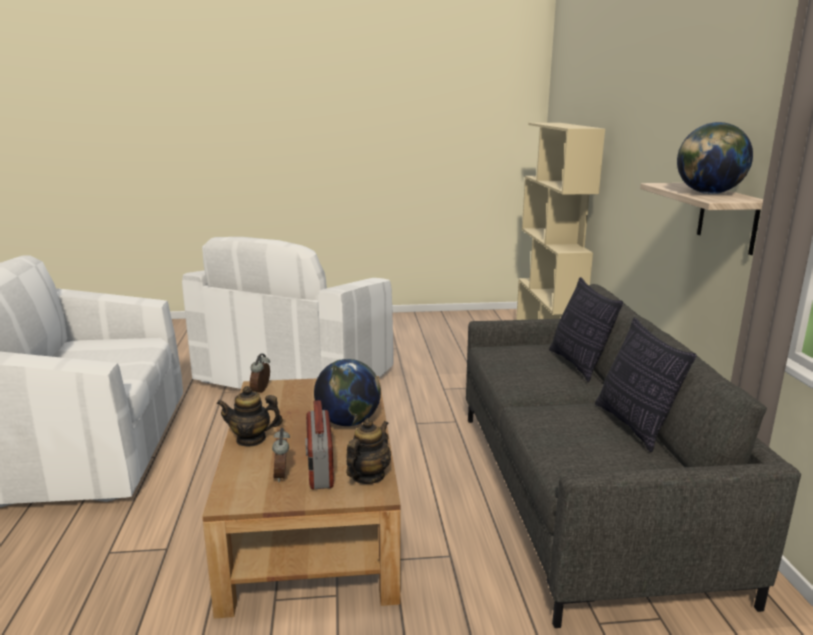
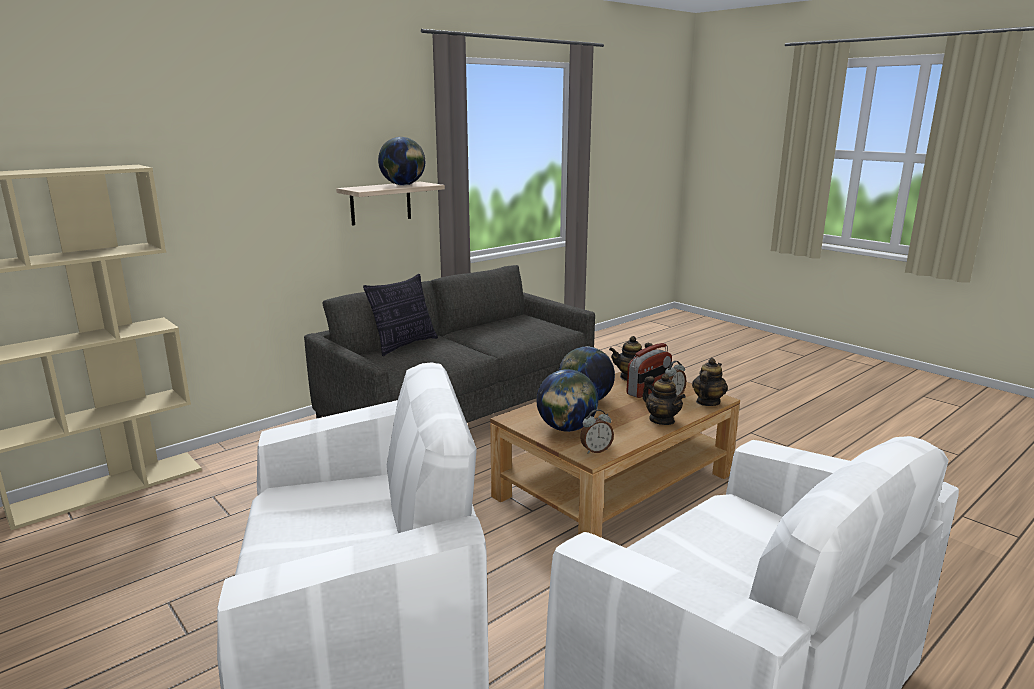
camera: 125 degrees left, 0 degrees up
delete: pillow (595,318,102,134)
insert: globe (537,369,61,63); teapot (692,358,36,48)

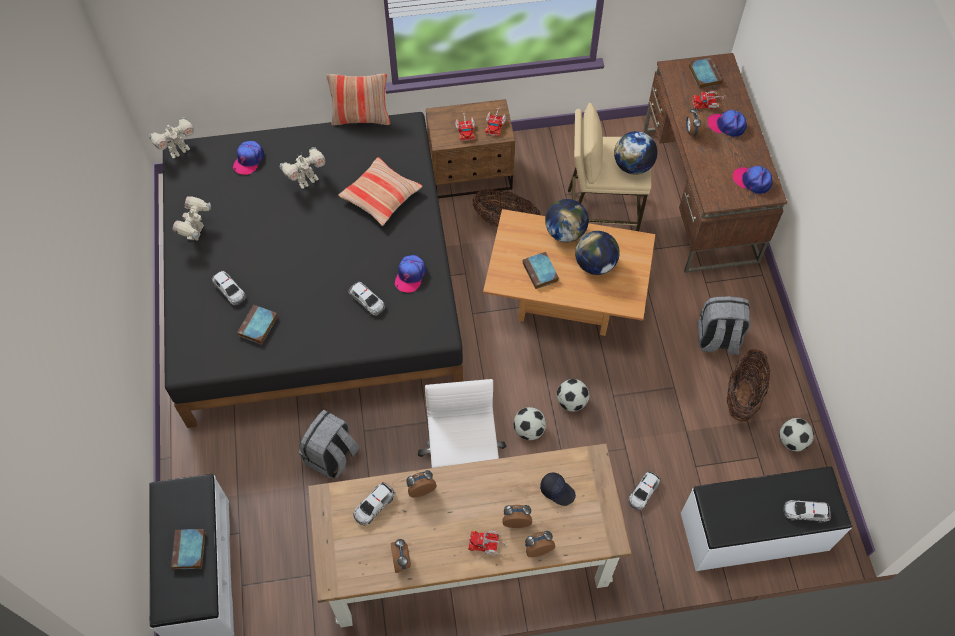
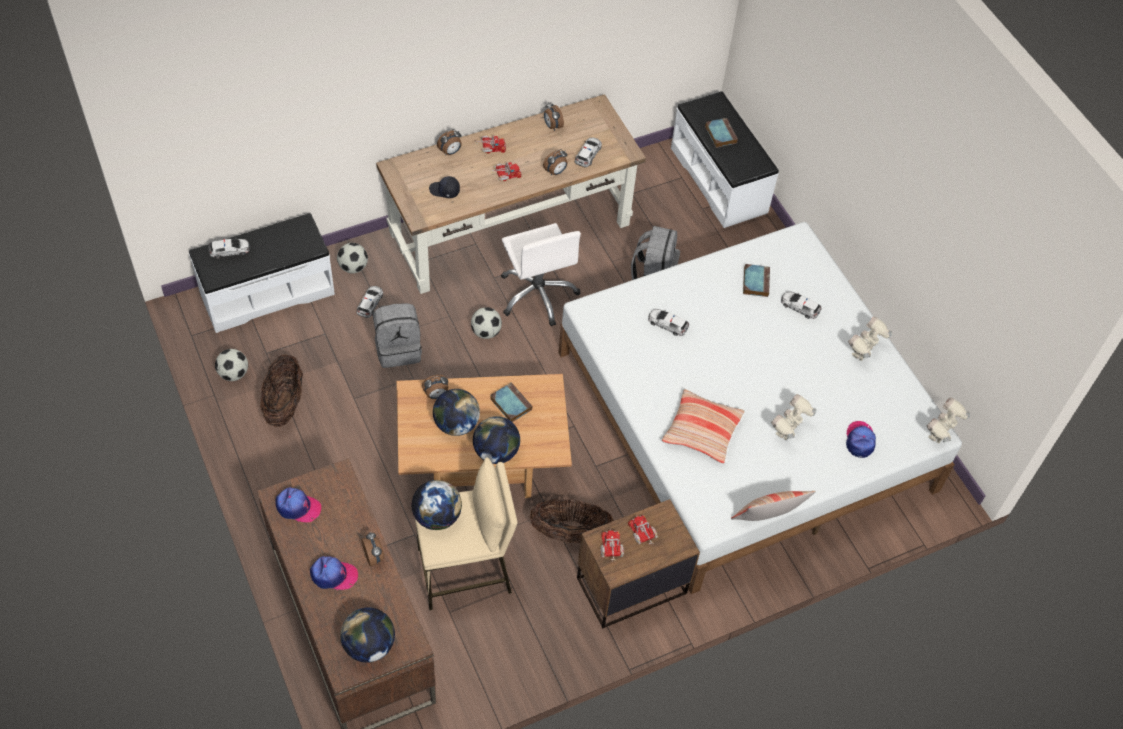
camera: 160 degrees right, 5 degrees down
delete: cap (395,255,31,38)
move: alarm clock (502,505,30,23) to (422,375,26,24); football (557,379,32,33) to (337,243,31,30); toy truck (692,91,33,19) to (489,162,33,19); backpack in grey (698,296,53,59) to (373,303,49,65)
replace: book (688,58,35,31) to globe (340,607,55,56)
recolor: bed in black (163,112,300,316) to bed in white (558,222,404,372)
rotate: toy robot (172,196,39,45) = (848,316,44,45) 135 degrees counterclockwise

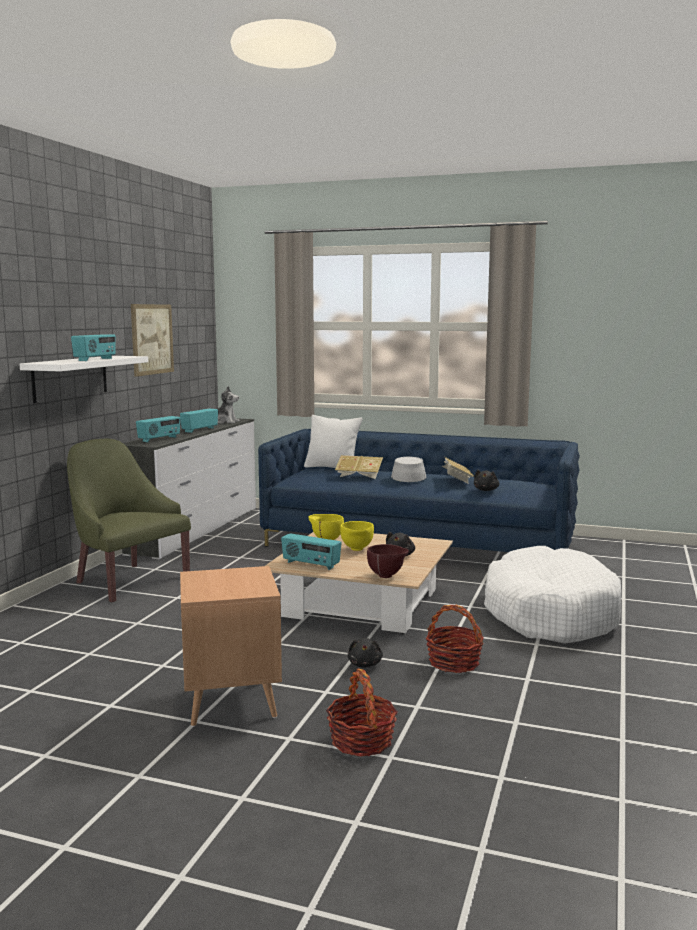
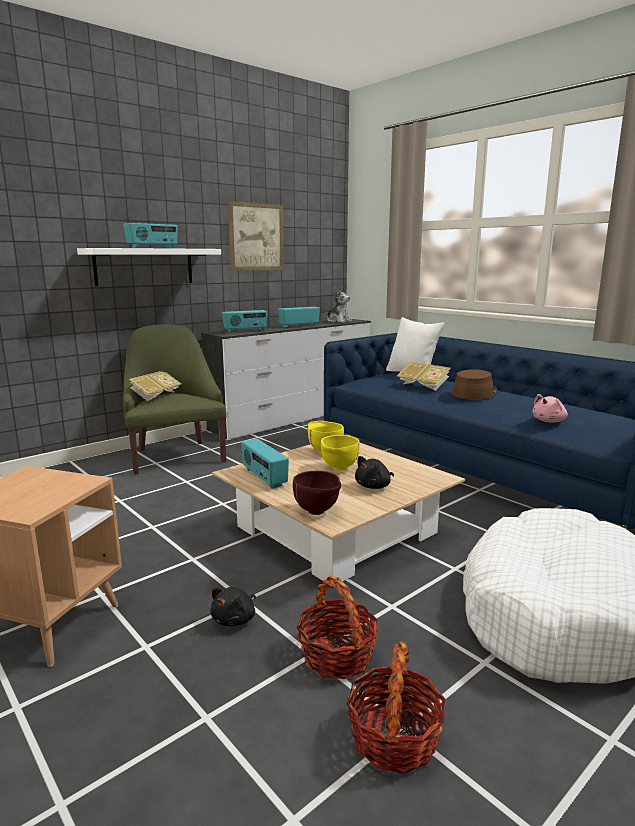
camera: 30 degrees right, 5 degrees up
move: basket (326,669,72,88) to (346,642,100,132); book (442,457,32,27) to (129,371,52,30)
recolor: hat in grey (391,457,35,25) to hat in brown (452,369,45,31); plush toy in black (474,470,25,21) to plush toy in pink (532,394,36,29)

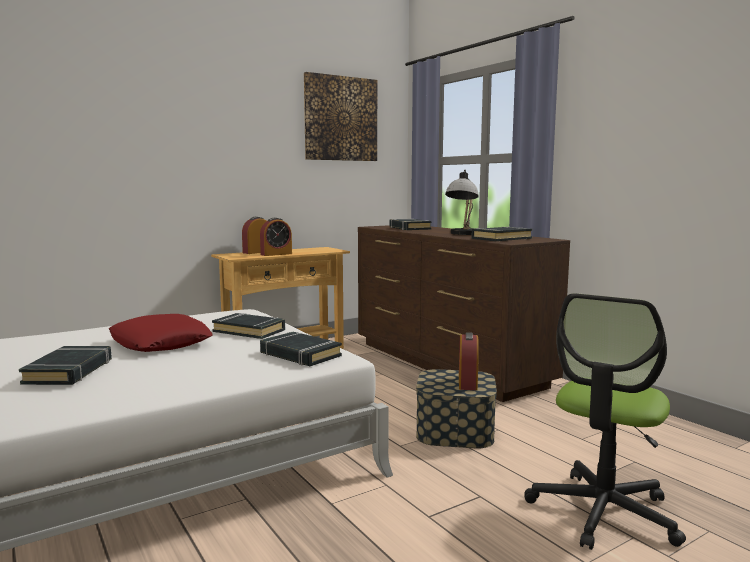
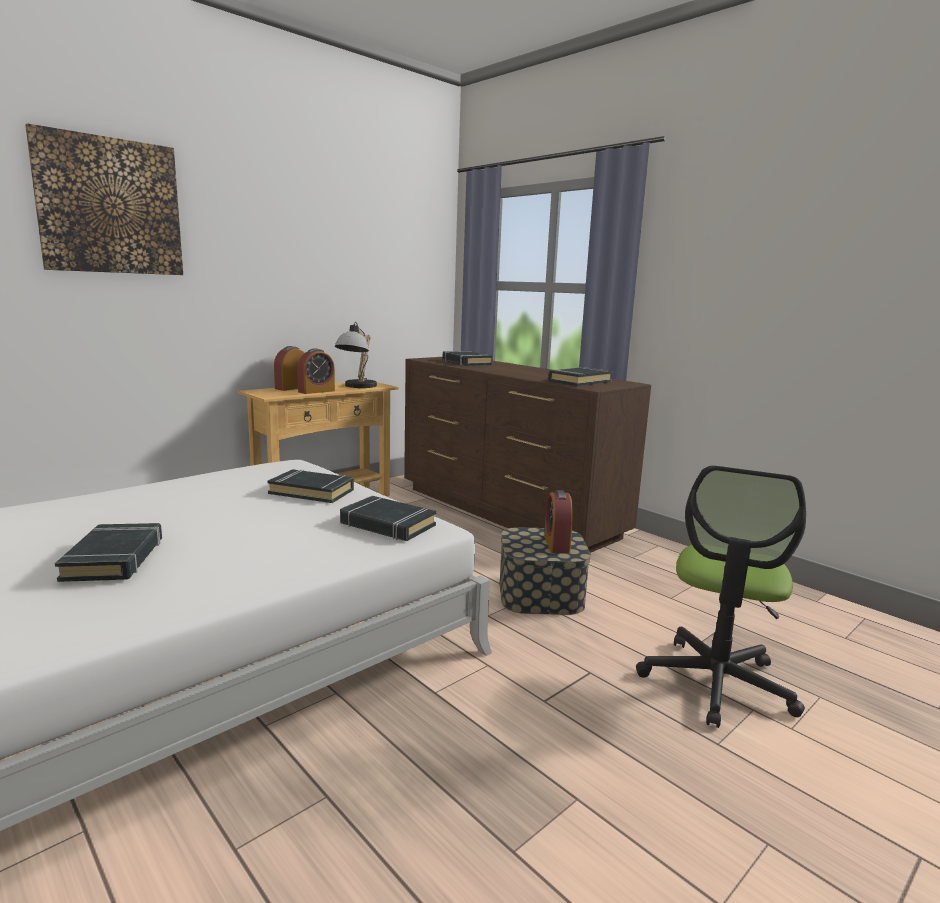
camera: 10 degrees left, 5 degrees up
delete: pillow in red (109,314,104,38)
move: picture (304,72,73,89) to (25,123,158,152); table lamp (445,170,34,65) to (335,322,42,66)

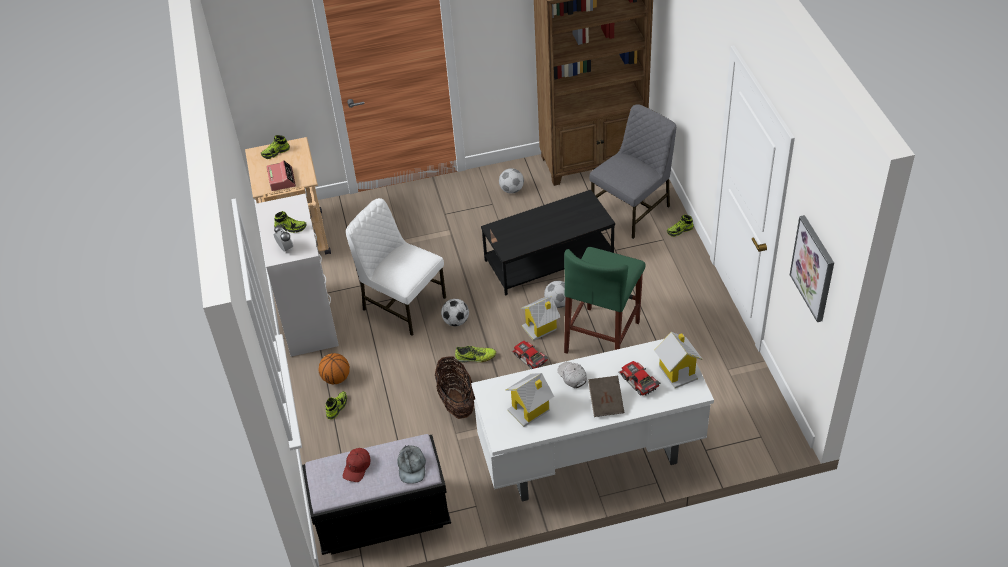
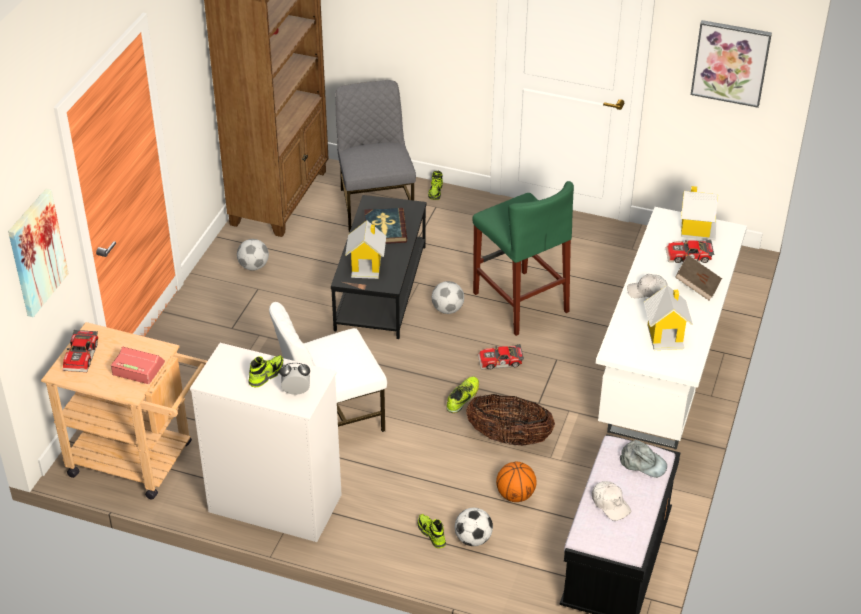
camera: 60 degrees left, 5 degrees down
insert: picture (8,189,61,128); book (364,208,43,36)
move: basketball (319,353,31,31) to (496,462,41,40); football (441,299,28,27) to (455,508,38,38); toy house (521,296,39,45) to (345,220,41,59)
replace: shoe (261,135,29,24) to toy car (63,330,35,42)
recolor: cap in red (343,448,28,34) to cap in white (592,481,39,40)

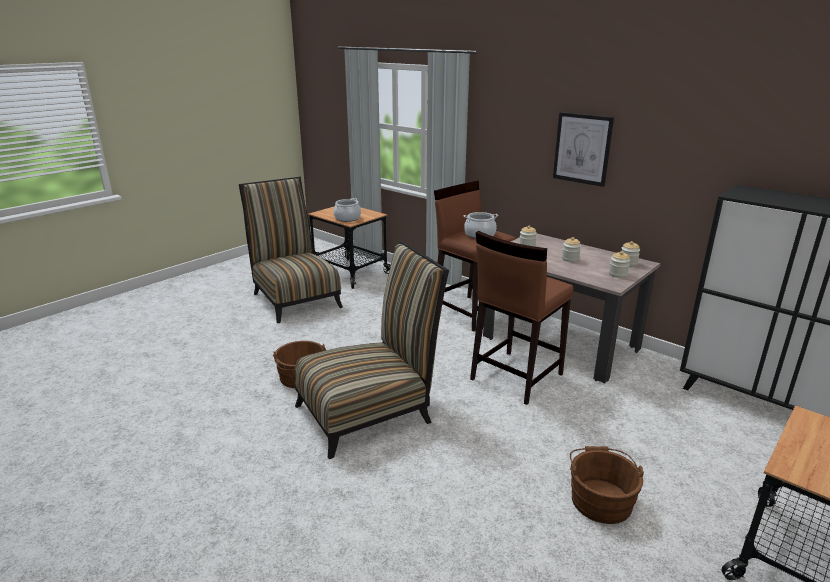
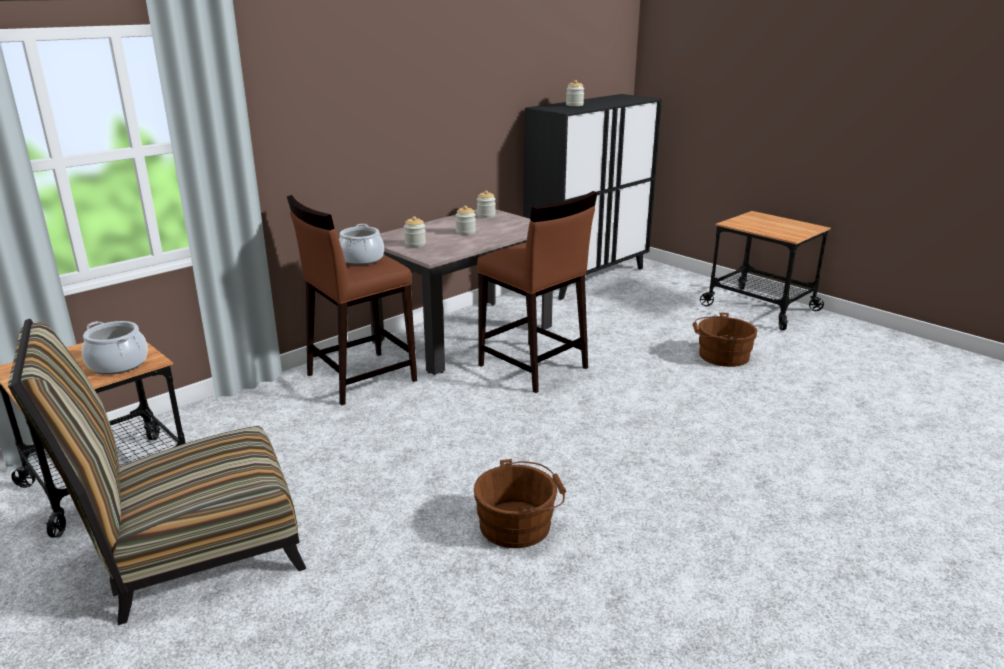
camera: 85 degrees left, 0 degrees up
delete: chair (295,241,154,218); picture (553,112,61,75)
move: jar (609,251,21,27) to (566,80,18,26)

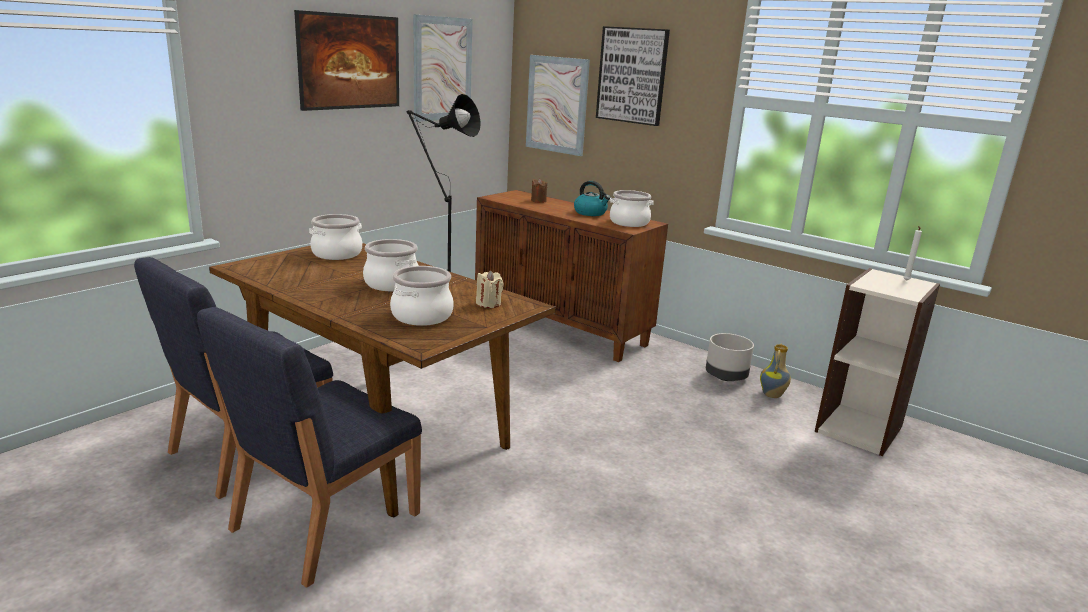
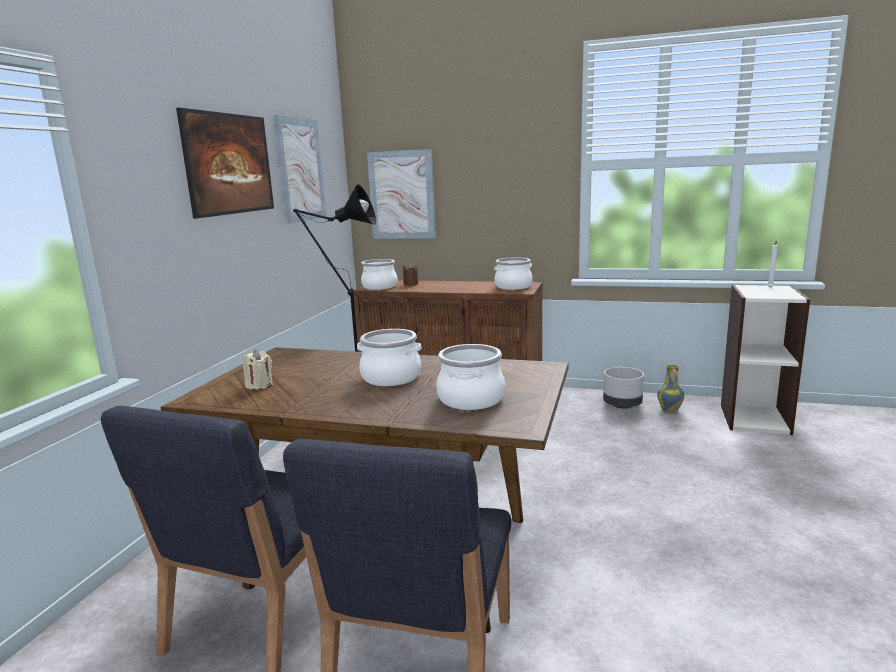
camera: 20 degrees left, 5 degrees down
delete: kettle (574,181,37,35); picture (596,26,74,100)
move: cooking pot (309,214,53,46) to (361,259,37,31); candle in beige (476,270,28,38) to (242,350,31,40)

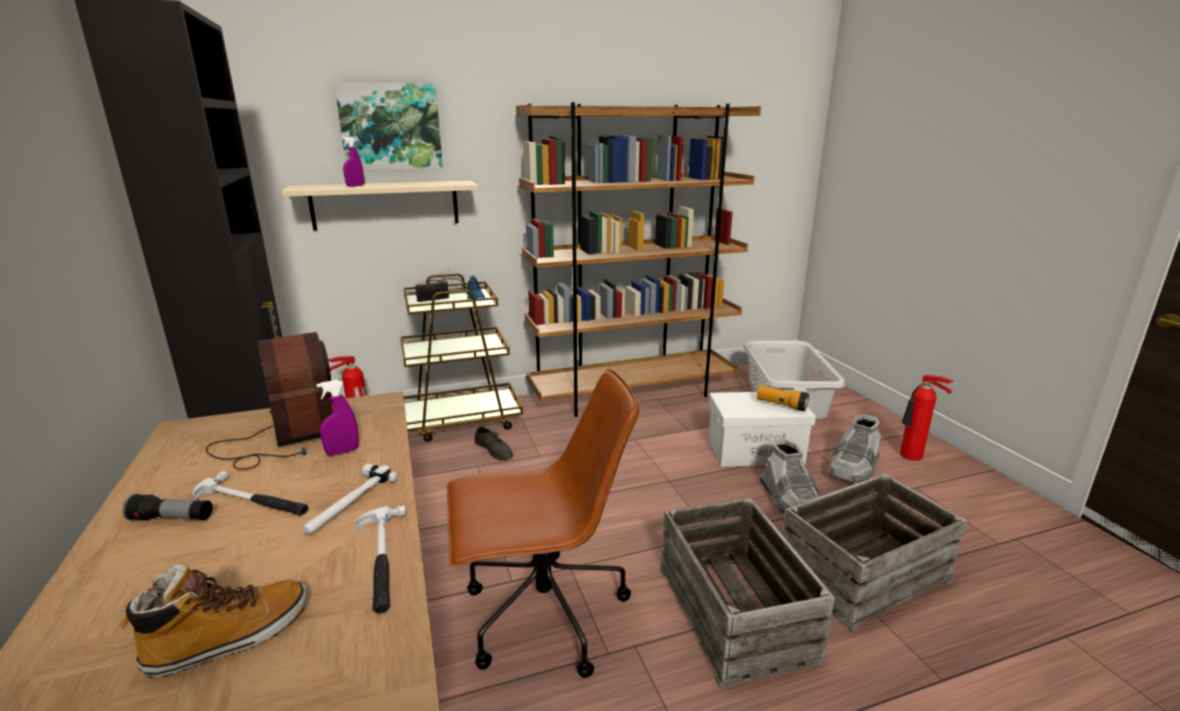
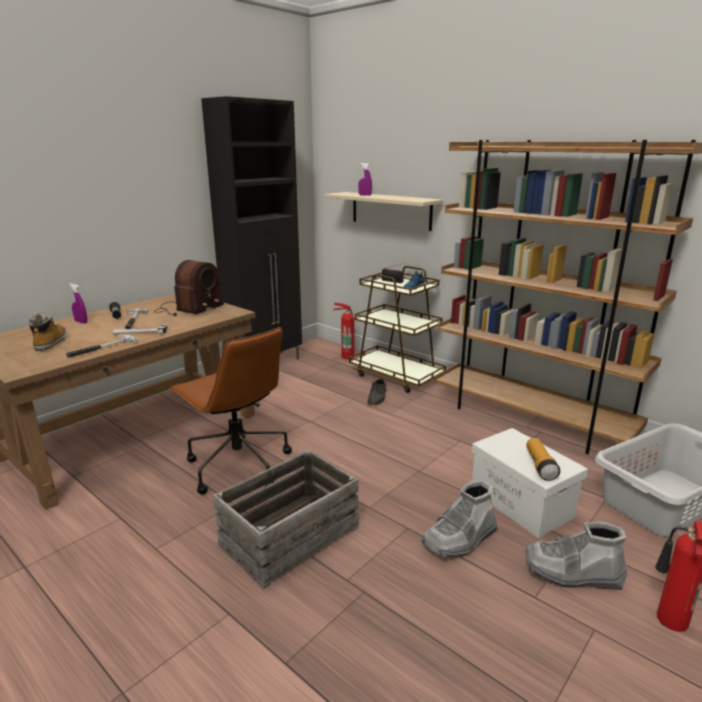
camera: 60 degrees right, 0 degrees up
delete: picture (334,82,109,88); crate (780,474,187,158)
move: spray bottle in purple (316,380,43,76) to (69,283,18,40)
rotate: boot (119,563,188,114) = (29,312,38,39) 120 degrees counterclockwise

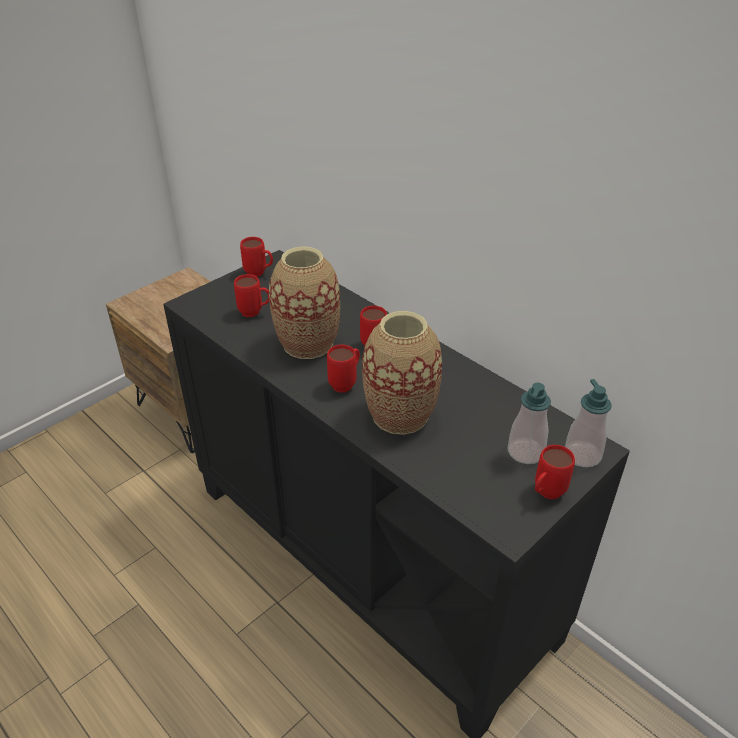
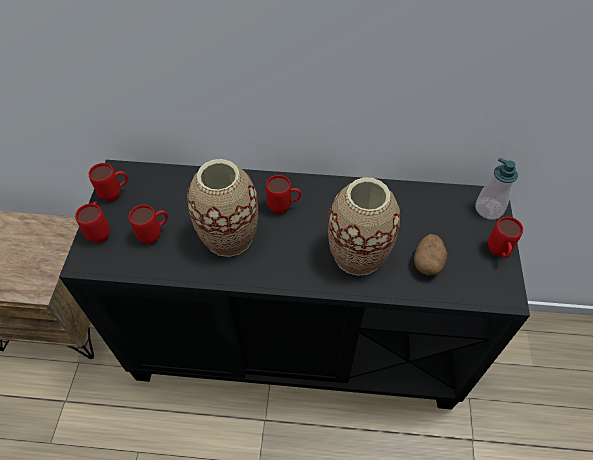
camera: 40 degrees left, 15 degrees up
delete: soap dispenser (508,383,43,81)
insert: potato (414,234,33,41)
move: mug in red (327,345,33,47) to (75,201,35,42)

